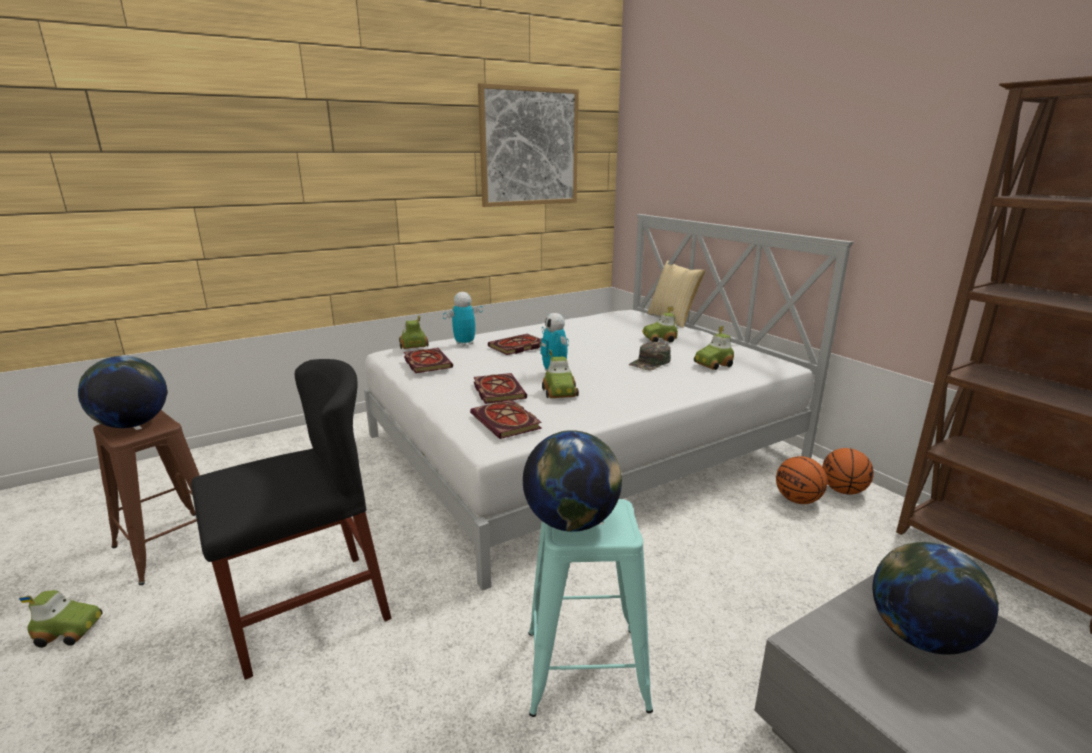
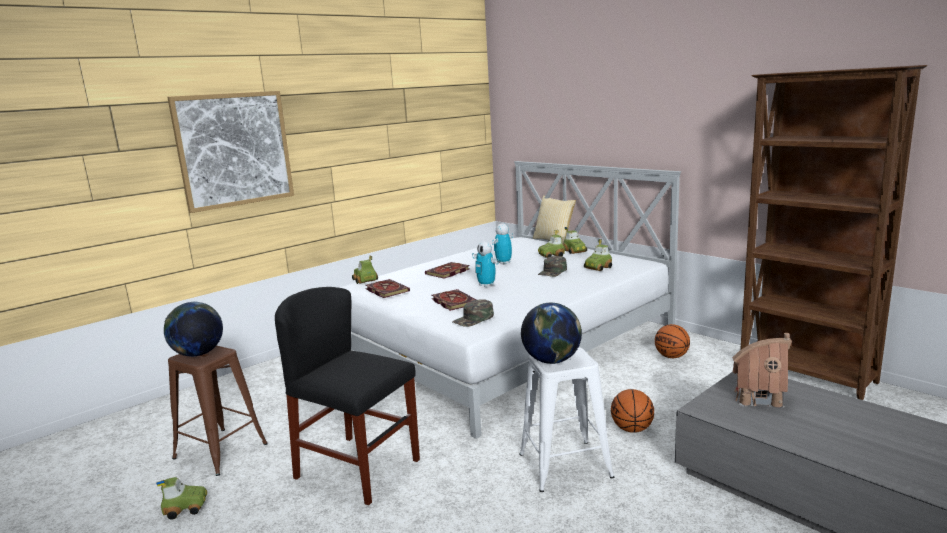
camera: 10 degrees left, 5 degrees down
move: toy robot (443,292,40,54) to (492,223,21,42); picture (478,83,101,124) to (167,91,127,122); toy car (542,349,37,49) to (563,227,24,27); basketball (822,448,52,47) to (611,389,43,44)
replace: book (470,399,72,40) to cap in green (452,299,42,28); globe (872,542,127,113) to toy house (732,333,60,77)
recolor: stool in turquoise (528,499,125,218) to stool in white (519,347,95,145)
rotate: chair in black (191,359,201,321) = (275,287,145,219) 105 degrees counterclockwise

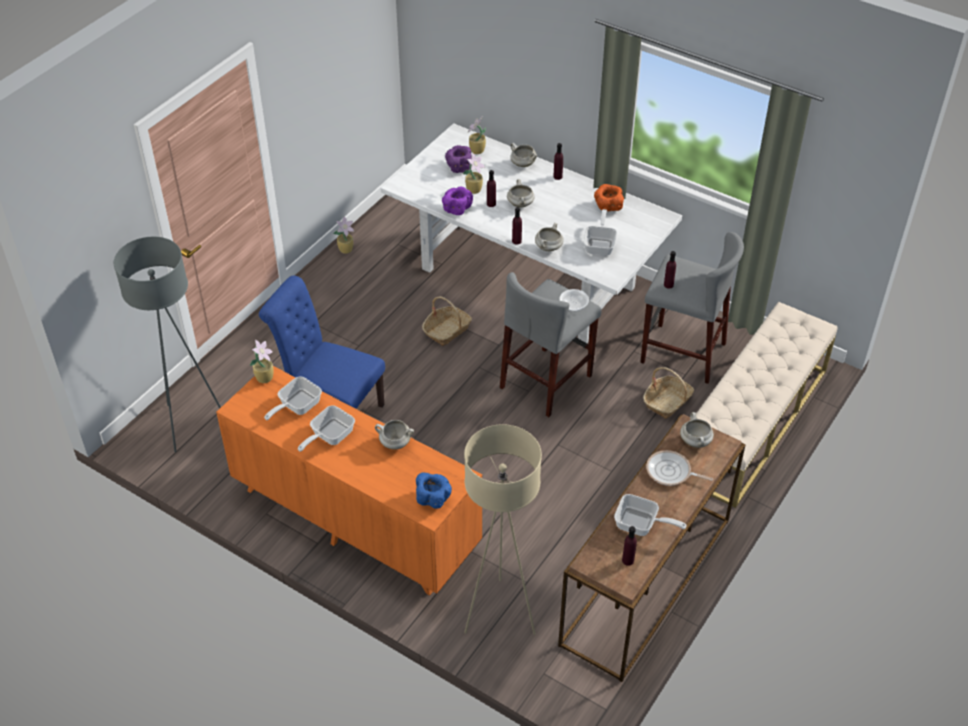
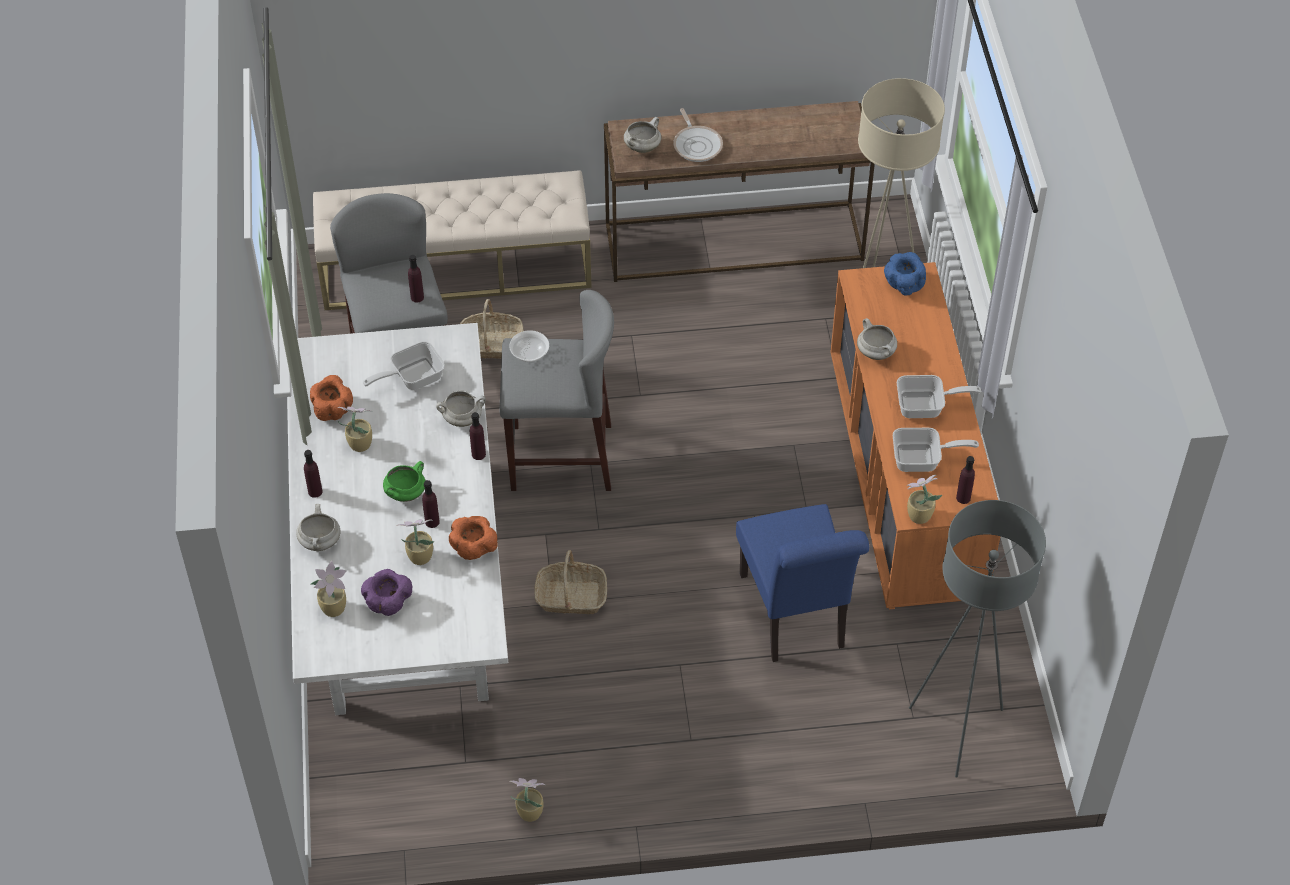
camera: 130 degrees left, 5 degrees up
delete: frying pan (614,494,72,42)
insert: potted plant (337,407,35,45)
move: bottle in purple (622,526,15,40) to (956,456,19,48)
recolor: bowl in purple (442,187,31,28) to bowl in orange (449,516,49,44); cooking pot in white (507,179,28,29) to cooking pot in green (383,461,42,41)

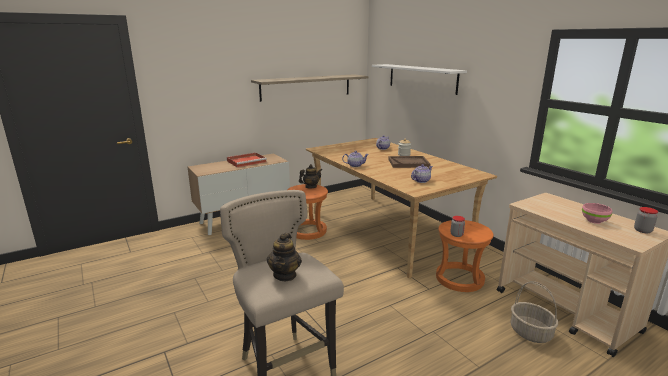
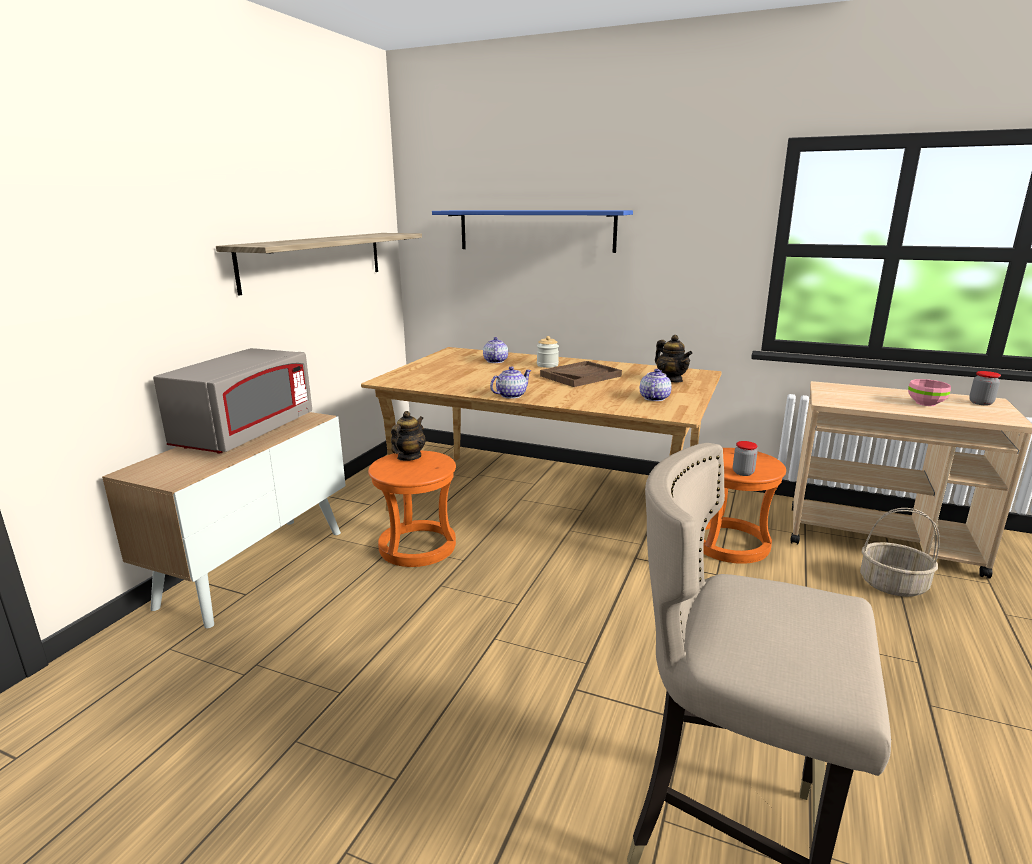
camera: 35 degrees left, 0 degrees up
move: teapot (267,233,35,48) to (655,335,37,47)
replace: tray in red (227,152,40,15) to microwave in grey (153,348,159,106)
recolor: shelf in white (372,64,95,31) to shelf in blue (432,210,201,43)

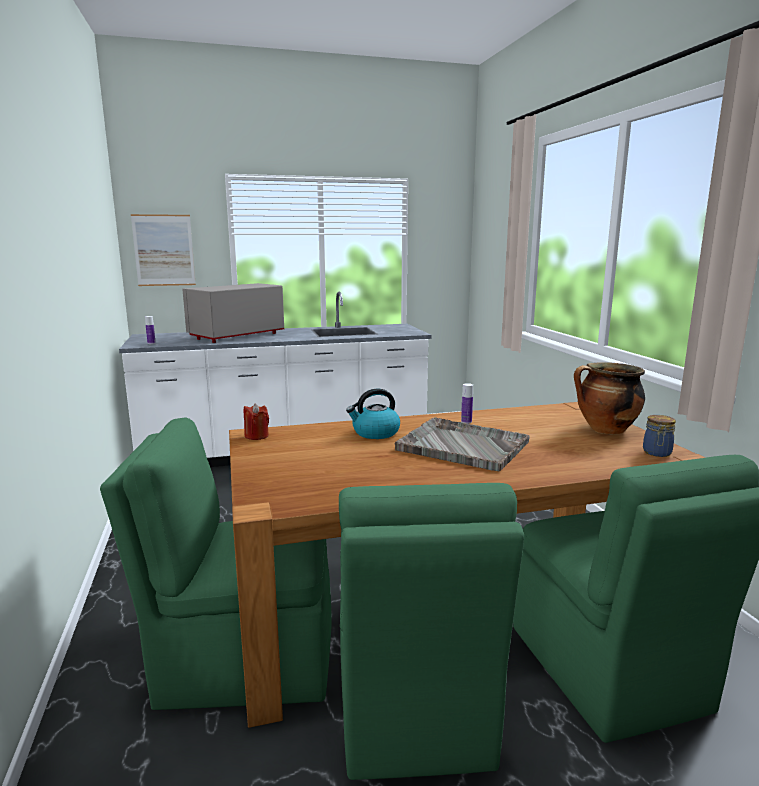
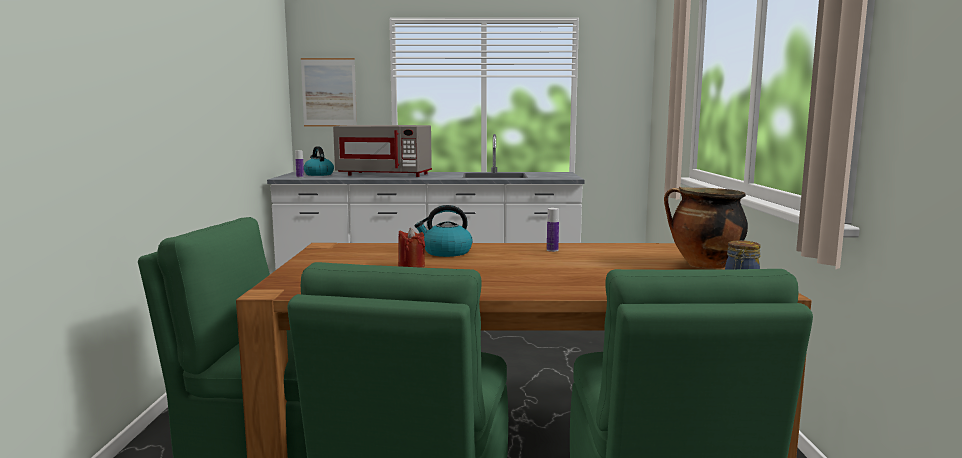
camera: 15 degrees right, 5 degrees down
delete: tray in grey (395,417,135,54)
insert: kettle (304,146,30,30)
move: candle in red (243,403,26,37) to (398,228,27,40)
rotate: microwave in grey (182,283,102,60) = (333,125,99,52) 135 degrees counterclockwise

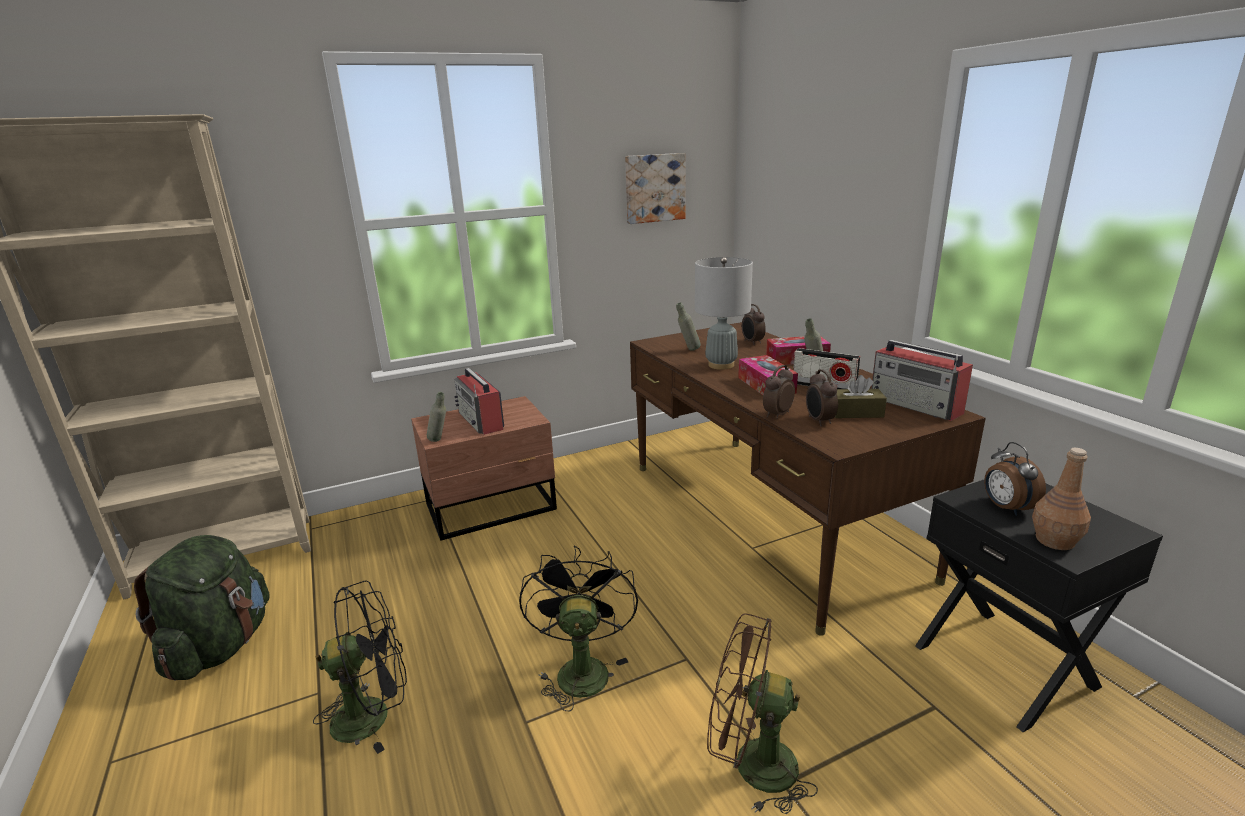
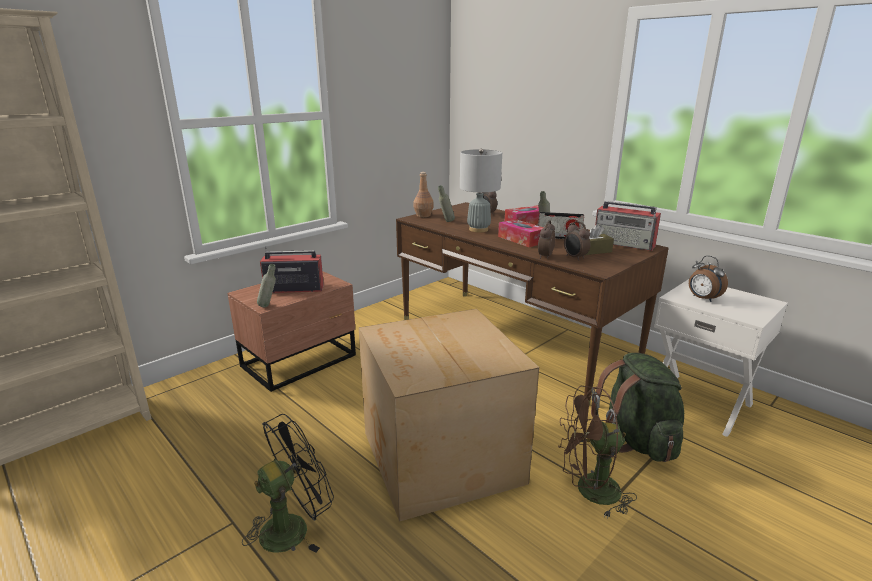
camera: 20 degrees left, 0 degrees up
delete: picture (625,153,60,71)
move: backpack in green (134,535,136,146) to (591,353,93,109); bottle in brown (1032,448,59,102) to (413,172,21,45)
replace: fan in black (519,545,119,166) to cardboard box (359,309,180,213)
recolor: nightstand in black (915,479,248,253) to nightstand in white (654,279,134,158)
rotate: radio (454,368,50,67) = (260,246,64,47) 135 degrees clockwise

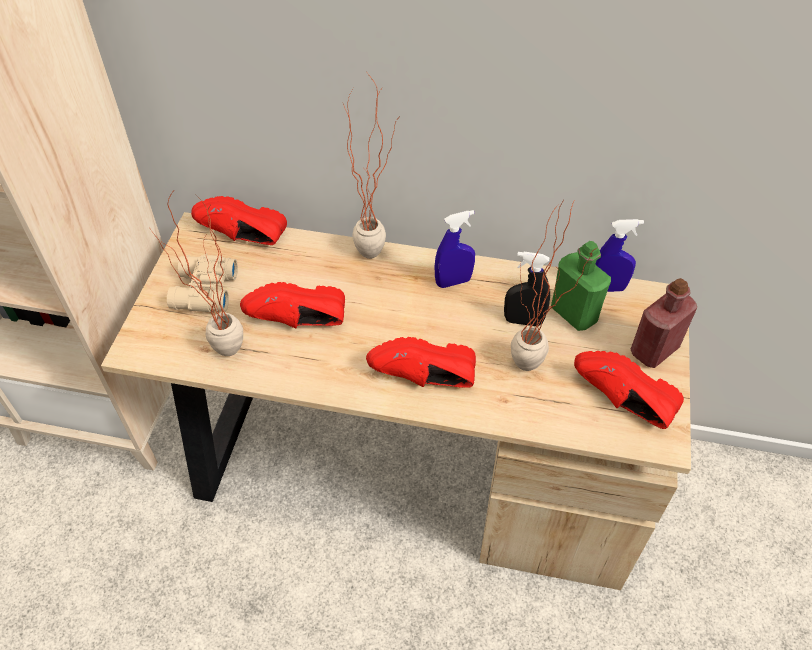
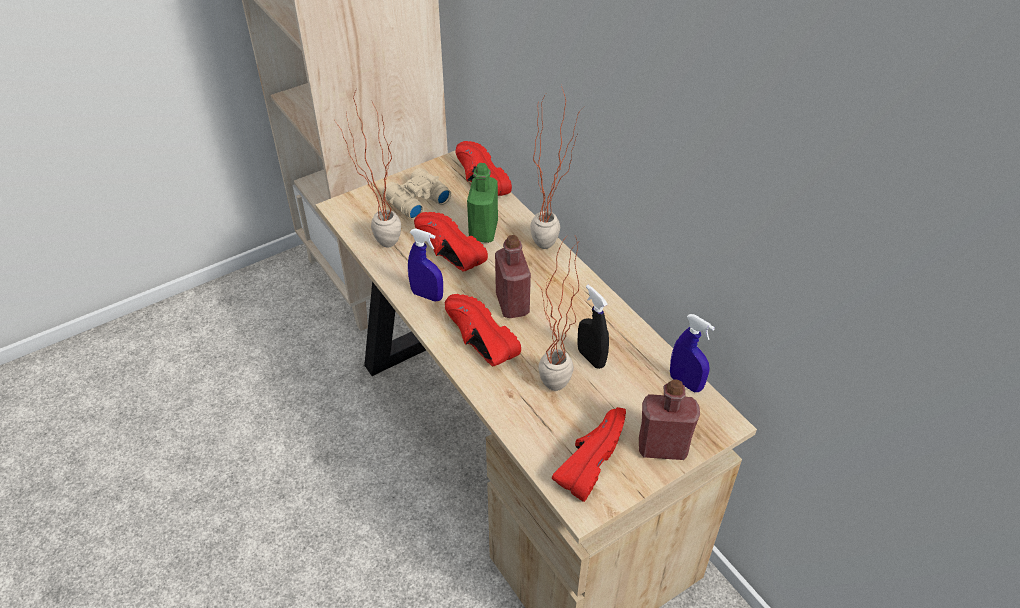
camera: 45 degrees right, 5 degrees down
insert: bottle in red (495,235,36,83)
move: spray bottle in blue (434,210,41,78) to (408,229,35,73); bottle in green (551,241,60,90) to (467,163,31,80)
rotate: shoe in red (574,351,110,78) = (552,407,74,95) 45 degrees clockwise

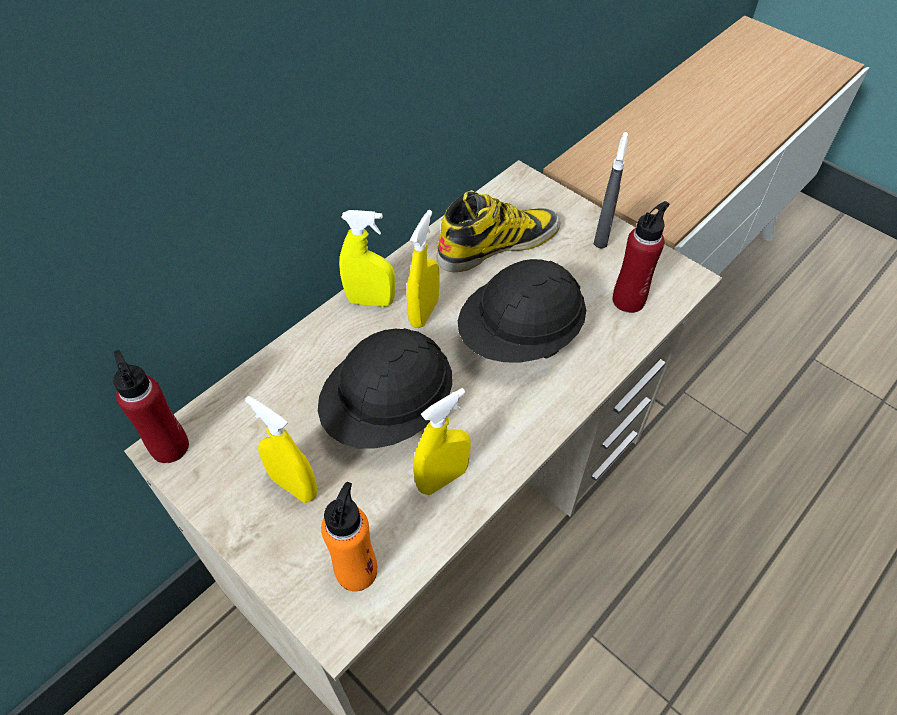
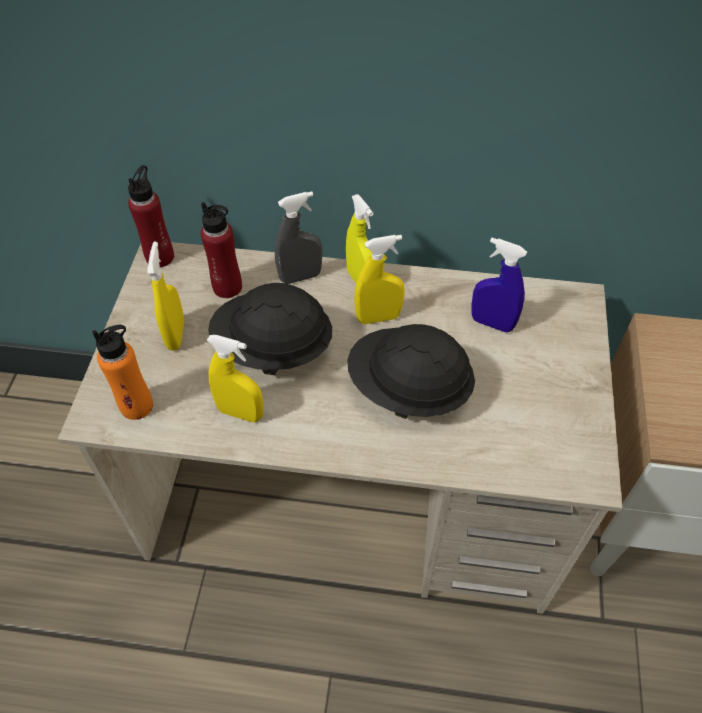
camera: 55 degrees right, 0 degrees up
move: spray bottle in grey (593,132,35,117) to (275,192,47,92); bottle in red (612,201,57,112) to (201,202,41,96)
replace: boot (437,190,123,82) to spray bottle in blue (471,238,56,94)

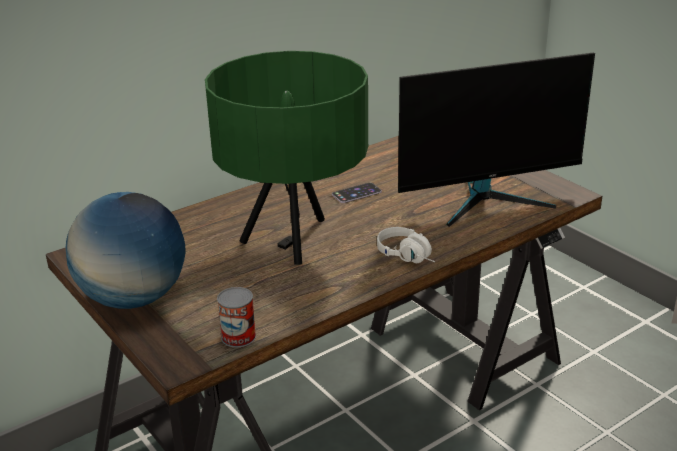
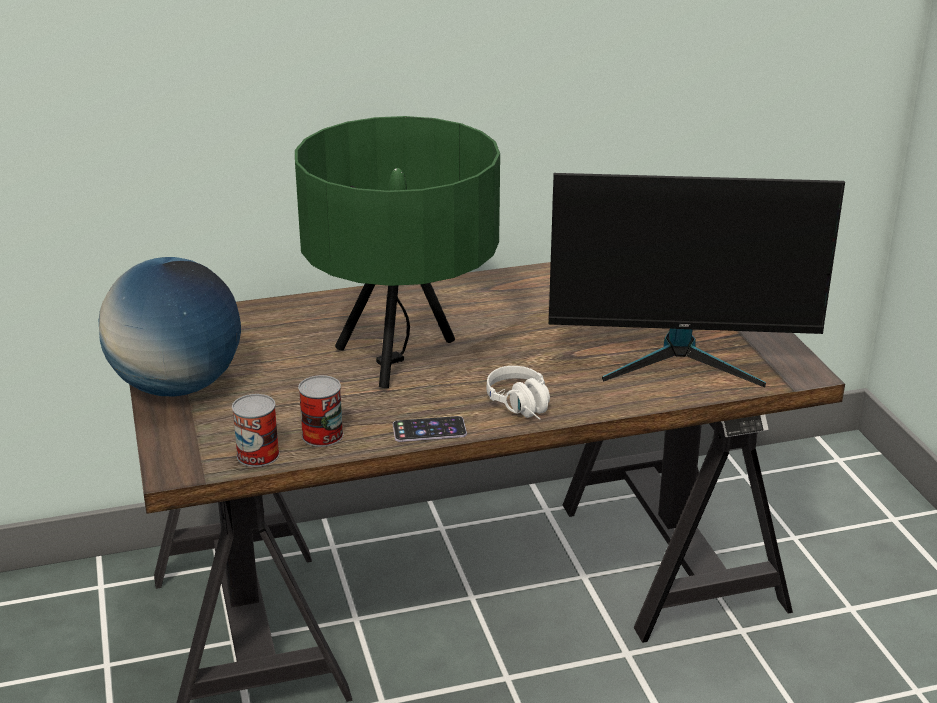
camera: 20 degrees right, 0 degrees up
insert: can (298,375,45,72)
move: phone (332,183,50,20) to (393,416,74,26)

